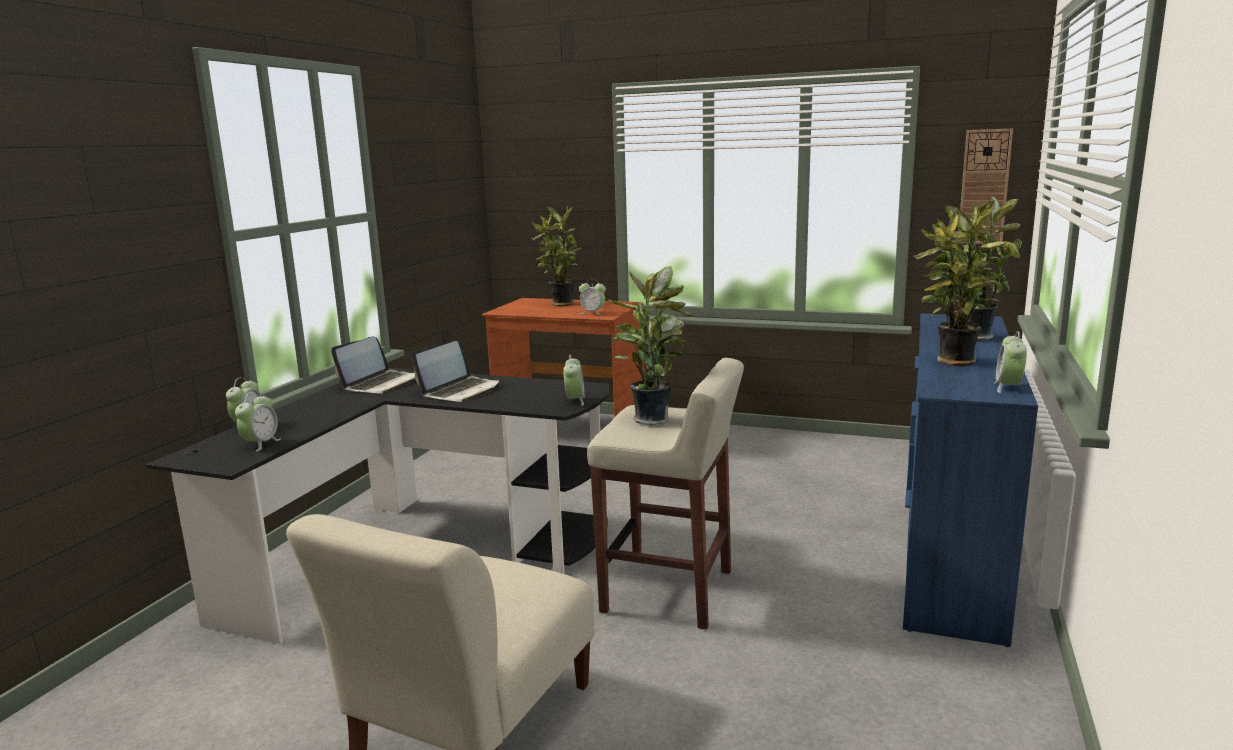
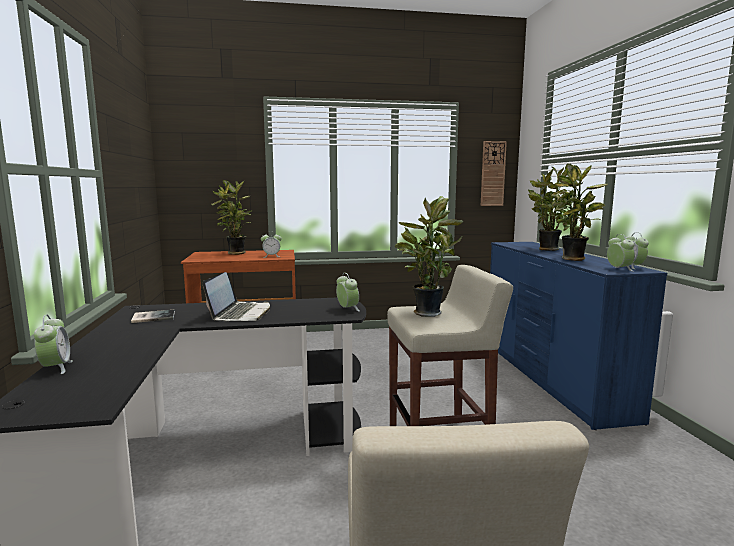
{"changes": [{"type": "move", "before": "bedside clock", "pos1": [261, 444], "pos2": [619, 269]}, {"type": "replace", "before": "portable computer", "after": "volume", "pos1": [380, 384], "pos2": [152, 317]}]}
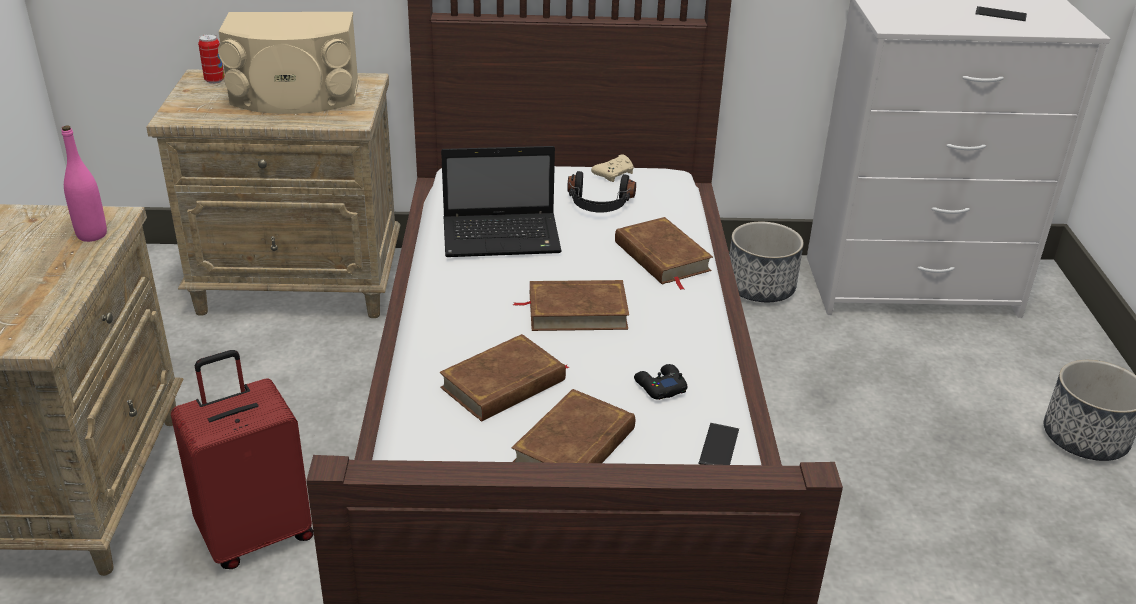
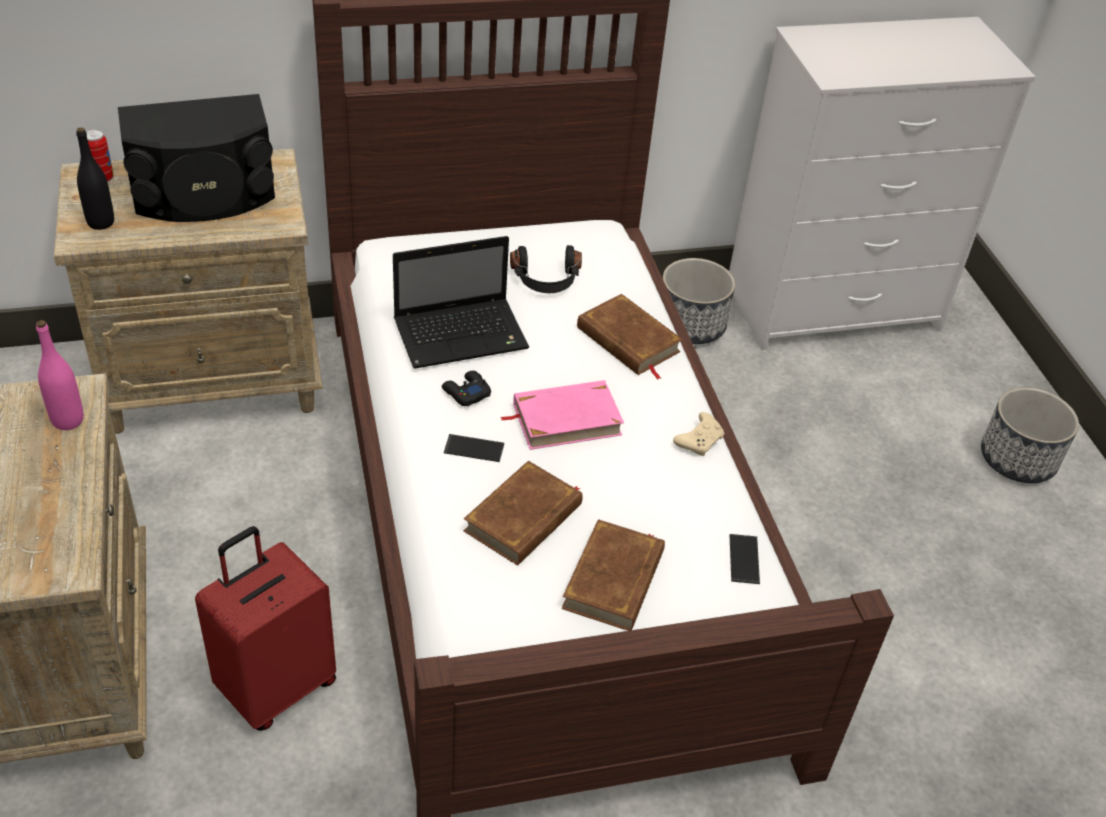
{"changes": [{"type": "insert", "after": "black bottle", "pos2": [101, 222]}, {"type": "move", "before": "beige joypad", "pos1": [614, 174], "pos2": [699, 440]}, {"type": "move", "before": "black joypad", "pos1": [660, 387], "pos2": [466, 392]}, {"type": "move", "before": "handset", "pos1": [1000, 14], "pos2": [474, 448]}, {"type": "recolor", "before": "beige loudspeaker", "after": "black loudspeaker", "pos1": [294, 97], "pos2": [204, 195]}, {"type": "recolor", "before": "brown volume", "after": "pink volume", "pos1": [577, 311], "pos2": [566, 419]}]}
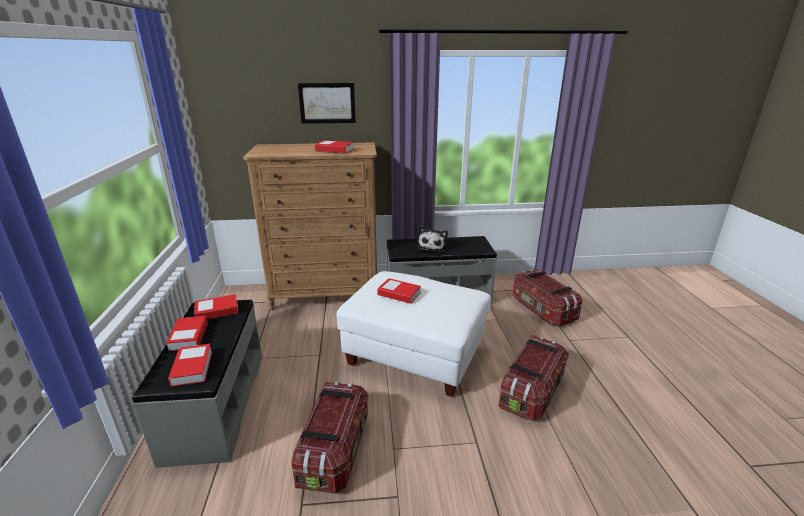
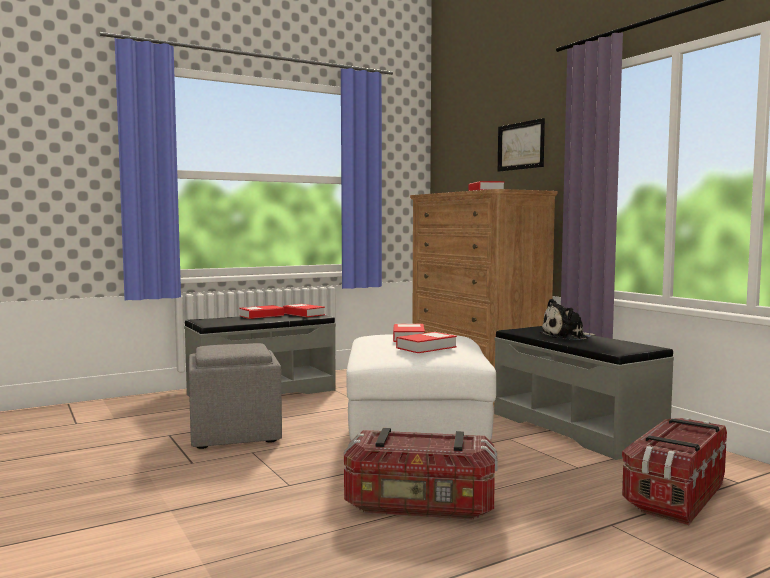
{"changes": [{"type": "move", "before": "volume", "pos1": [192, 368], "pos2": [426, 347]}, {"type": "replace", "before": "storage box", "after": "gray footrest", "pos1": [335, 450], "pos2": [235, 433]}]}
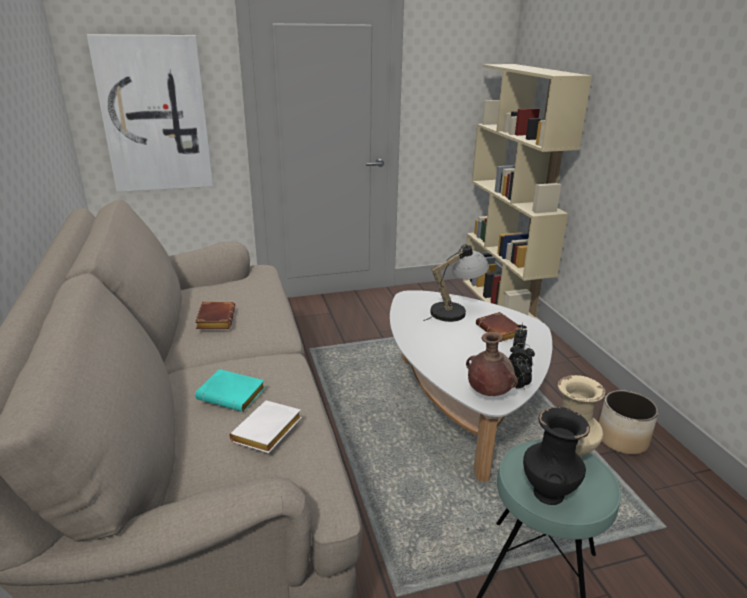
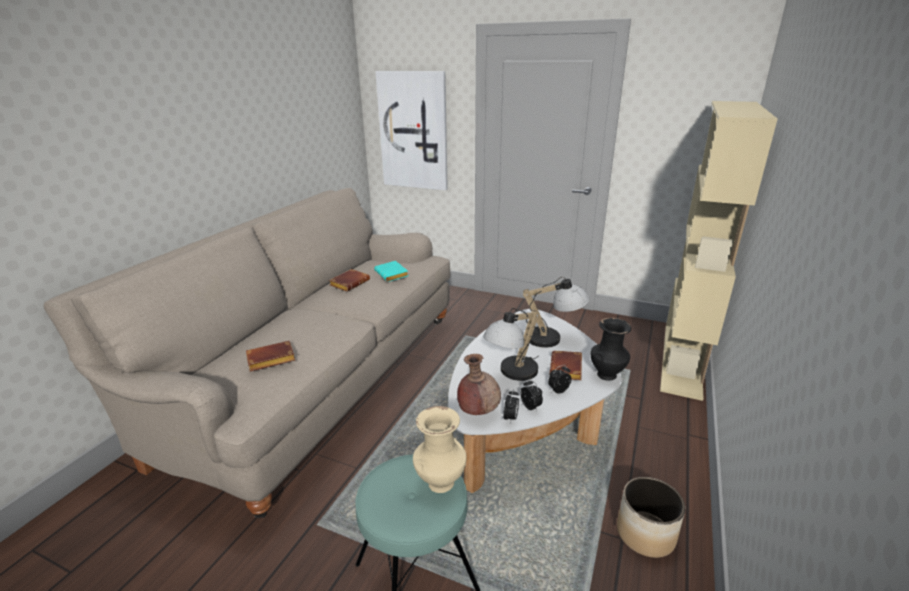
{"changes": [{"type": "insert", "after": "tabletop lamp", "pos2": [512, 374]}, {"type": "move", "before": "blue-green volume", "pos1": [234, 395], "pos2": [393, 274]}, {"type": "move", "before": "black flower vase", "pos1": [548, 492], "pos2": [607, 374]}, {"type": "recolor", "before": "white volume", "after": "brown volume", "pos1": [267, 433], "pos2": [270, 360]}]}
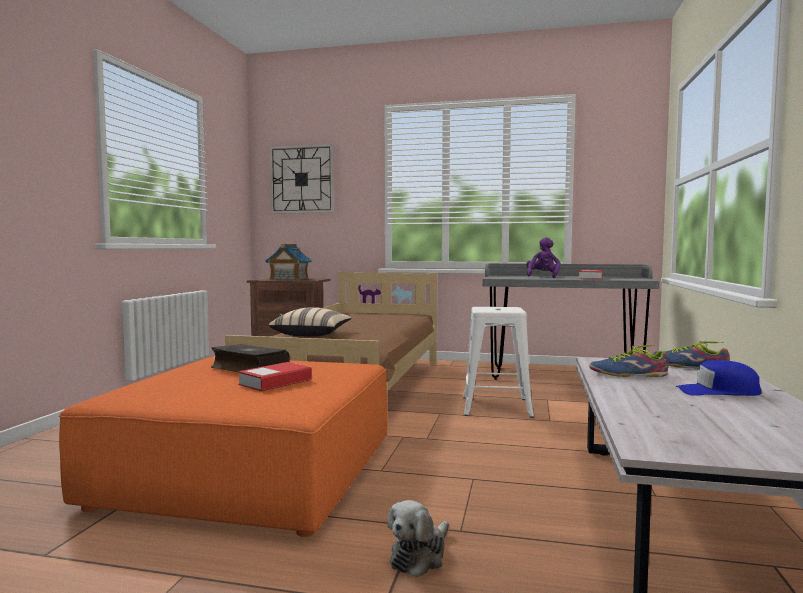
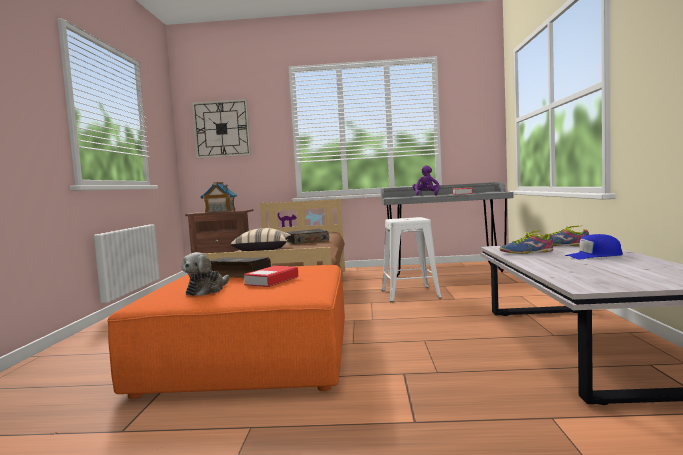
{"changes": [{"type": "insert", "after": "volume", "pos2": [307, 242]}, {"type": "move", "before": "soft toy", "pos1": [420, 556], "pos2": [207, 290]}]}
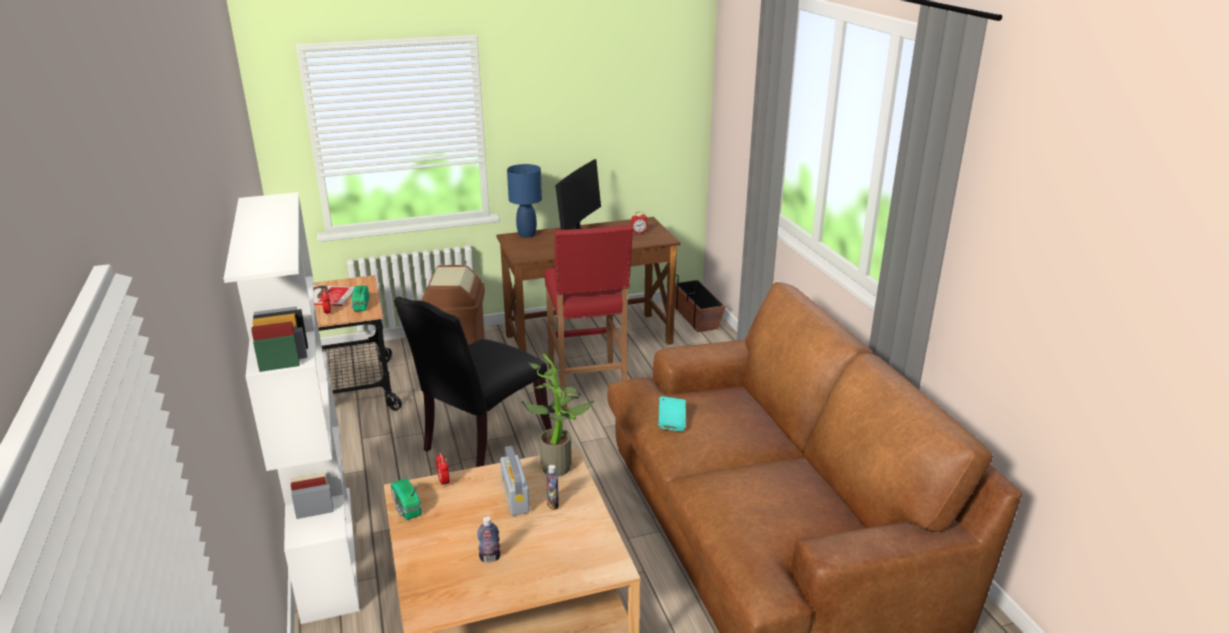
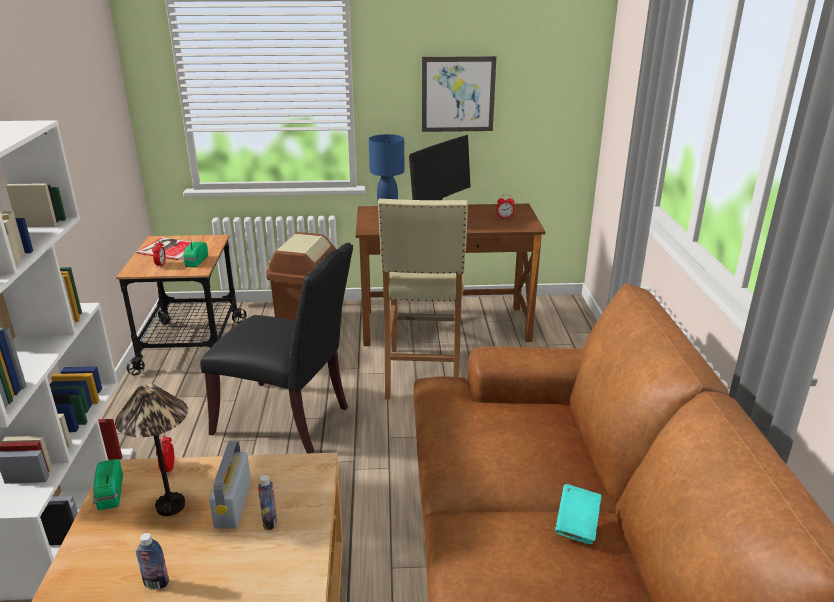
{"changes": [{"type": "delete", "before": "plant in a pot", "pos1": [560, 466]}, {"type": "delete", "before": "planter", "pos1": [696, 317]}, {"type": "insert", "after": "tabletop lamp", "pos2": [171, 505]}, {"type": "insert", "after": "wall picture", "pos2": [458, 94]}, {"type": "move", "before": "blue-green volume", "pos1": [671, 422], "pos2": [577, 524]}, {"type": "recolor", "before": "red-coloured sitting stool", "after": "beige sitting stool", "pos1": [587, 385], "pos2": [423, 375]}, {"type": "rotate", "before": "black chair", "pos1": [482, 441], "pos2": [288, 420], "turn": -120}]}
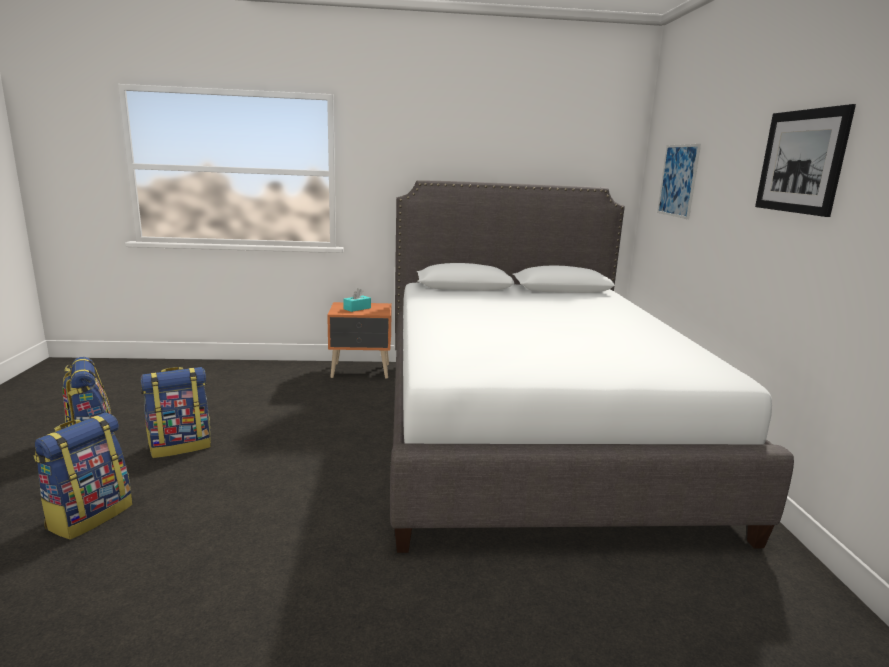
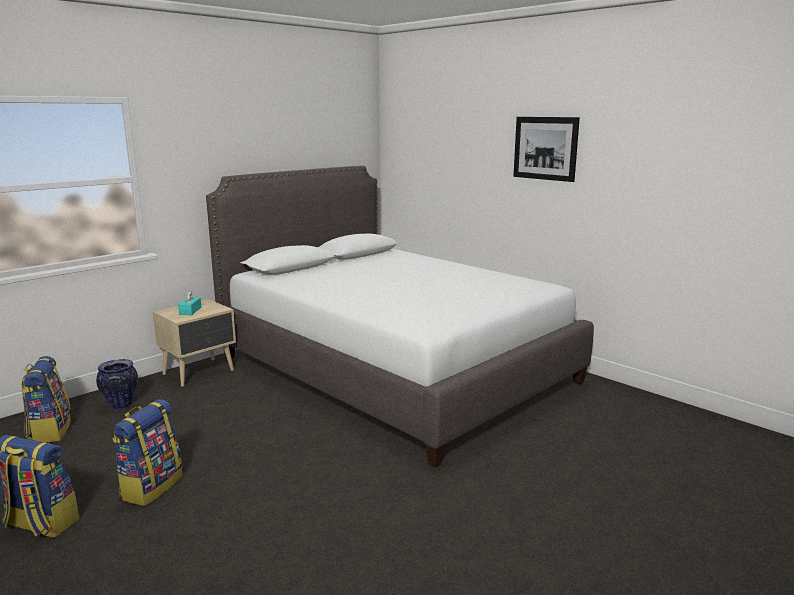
{"changes": [{"type": "delete", "before": "wall picture", "pos1": [678, 180]}, {"type": "insert", "after": "flower vase", "pos2": [121, 405]}, {"type": "move", "before": "rucksack", "pos1": [90, 516], "pos2": [49, 431]}, {"type": "recolor", "before": "orange night table", "after": "beige night table", "pos1": [361, 371], "pos2": [200, 372]}]}
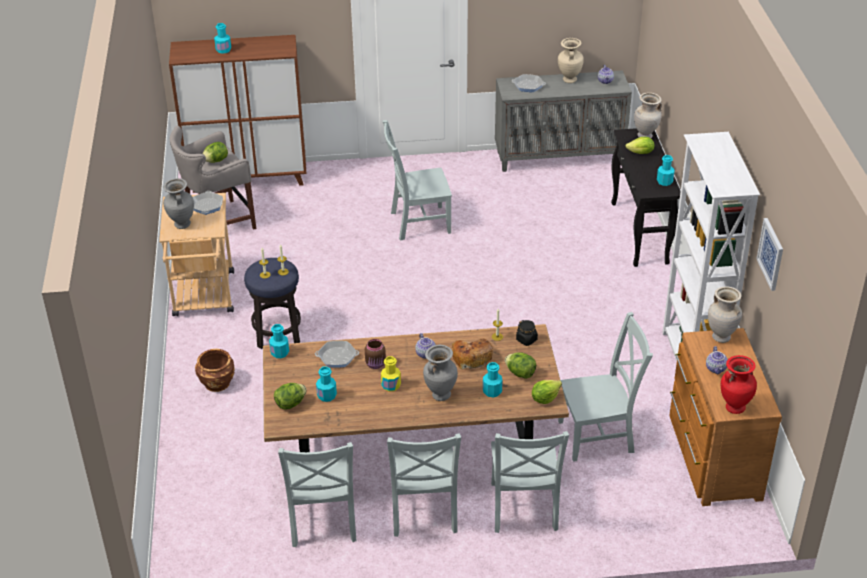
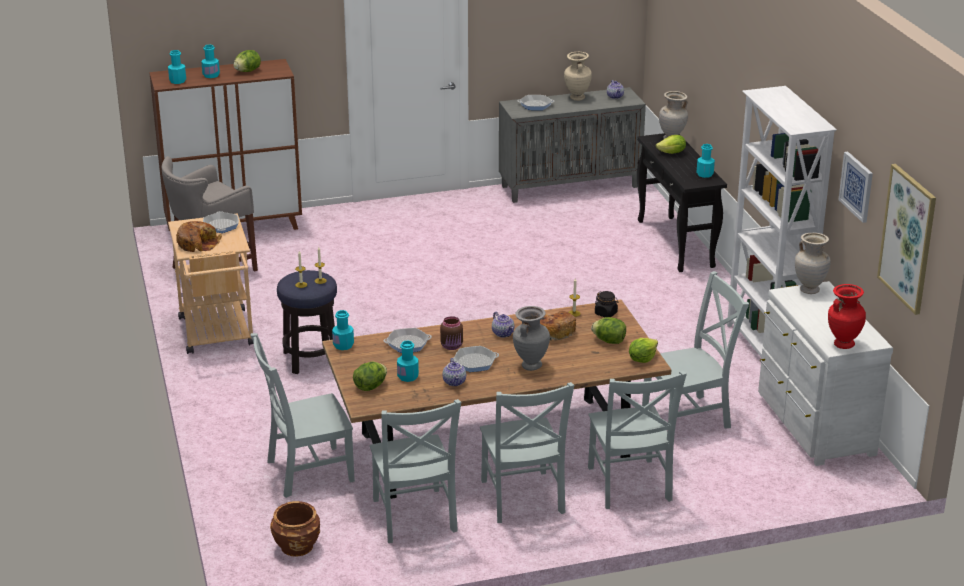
{"changes": [{"type": "insert", "after": "wall picture", "pos2": [908, 238]}, {"type": "move", "before": "brown planter", "pos1": [217, 383], "pos2": [296, 546]}, {"type": "move", "before": "head of lettuce", "pos1": [216, 160], "pos2": [247, 71]}, {"type": "move", "before": "gray chair", "pos1": [417, 223], "pos2": [306, 472]}, {"type": "move", "before": "blue-green bottle", "pos1": [492, 391], "pos2": [177, 81]}, {"type": "move", "before": "pot for tea", "pos1": [716, 368], "pos2": [455, 382]}, {"type": "replace", "before": "gray flower vase", "after": "bread", "pos1": [181, 225], "pos2": [198, 243]}, {"type": "replace", "before": "yellow-coloured bottle", "after": "frying pan", "pos1": [391, 385], "pos2": [474, 362]}, {"type": "recolor", "before": "brown chest of drawers", "after": "white chest of drawers", "pos1": [712, 458], "pos2": [813, 425]}]}
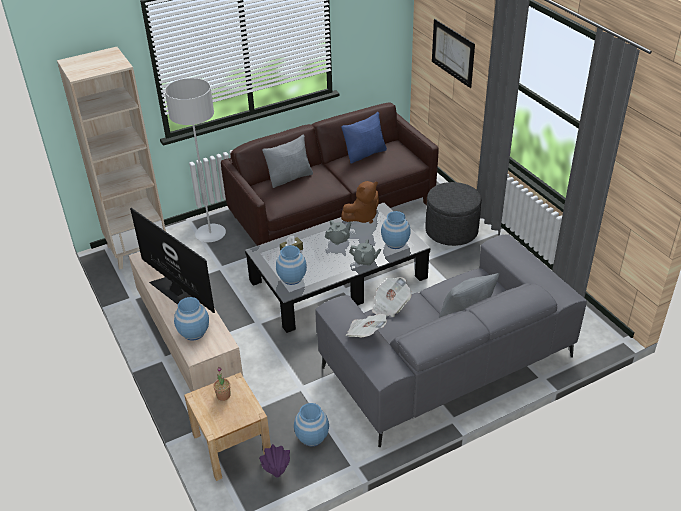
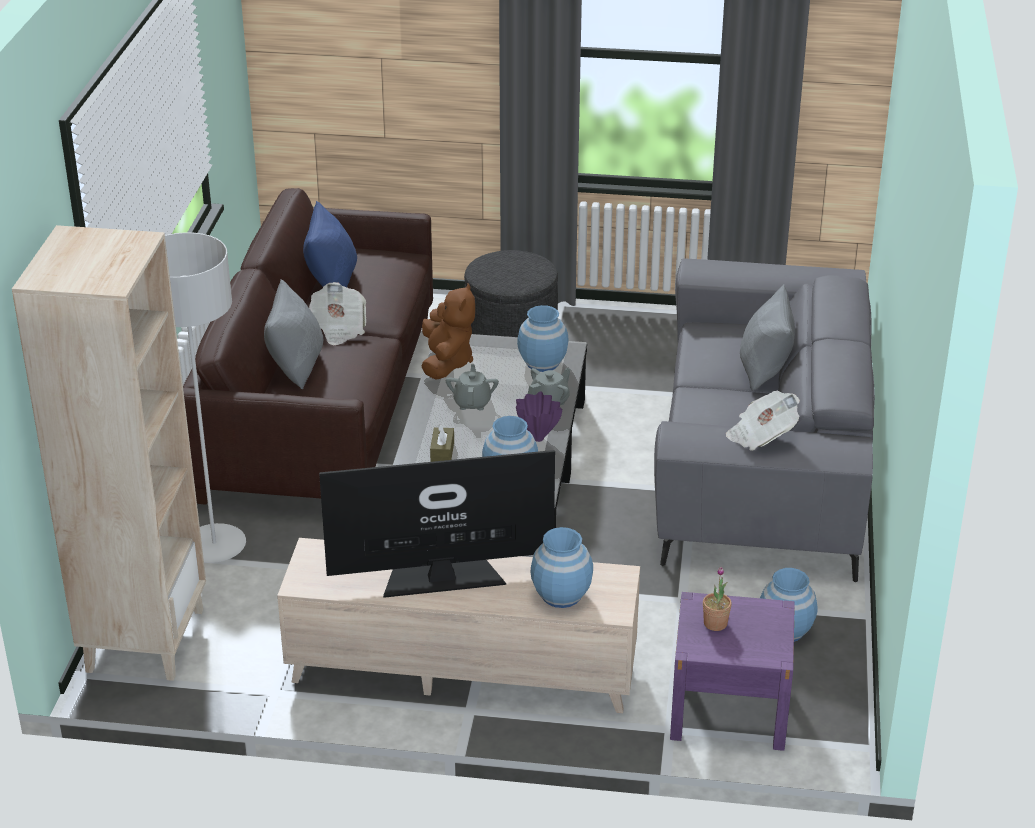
{"changes": [{"type": "delete", "before": "wall picture", "pos1": [452, 52]}, {"type": "move", "before": "purple-coloured flower vase", "pos1": [277, 474], "pos2": [537, 438]}, {"type": "move", "before": "printed paper", "pos1": [390, 305], "pos2": [338, 328]}, {"type": "recolor", "before": "beige night table", "after": "purple-coloured night table", "pos1": [231, 445], "pos2": [729, 709]}]}
